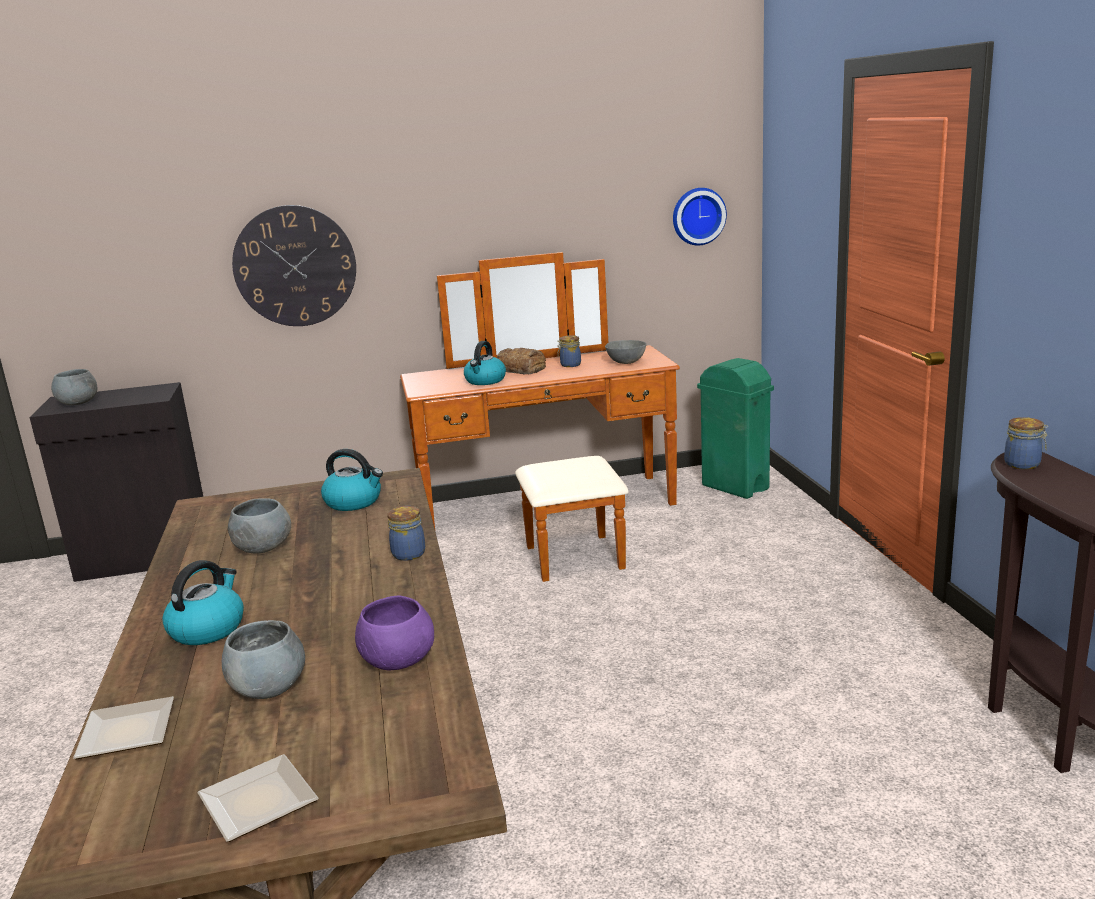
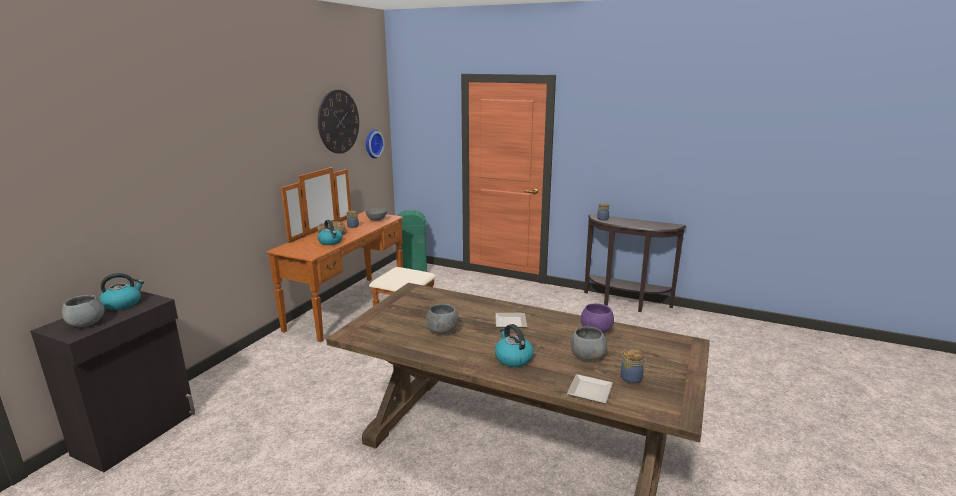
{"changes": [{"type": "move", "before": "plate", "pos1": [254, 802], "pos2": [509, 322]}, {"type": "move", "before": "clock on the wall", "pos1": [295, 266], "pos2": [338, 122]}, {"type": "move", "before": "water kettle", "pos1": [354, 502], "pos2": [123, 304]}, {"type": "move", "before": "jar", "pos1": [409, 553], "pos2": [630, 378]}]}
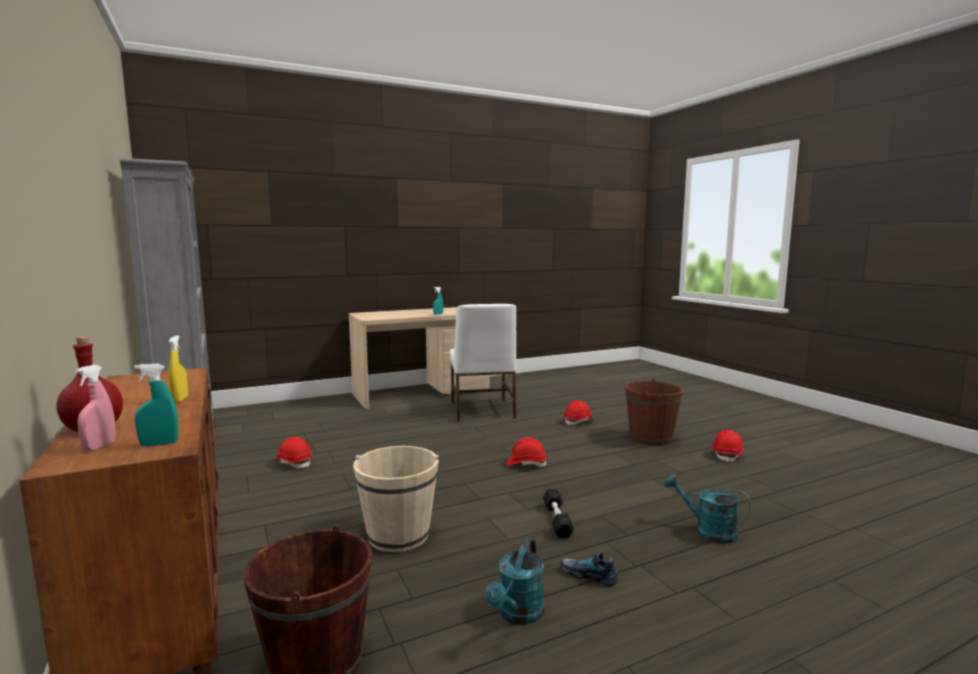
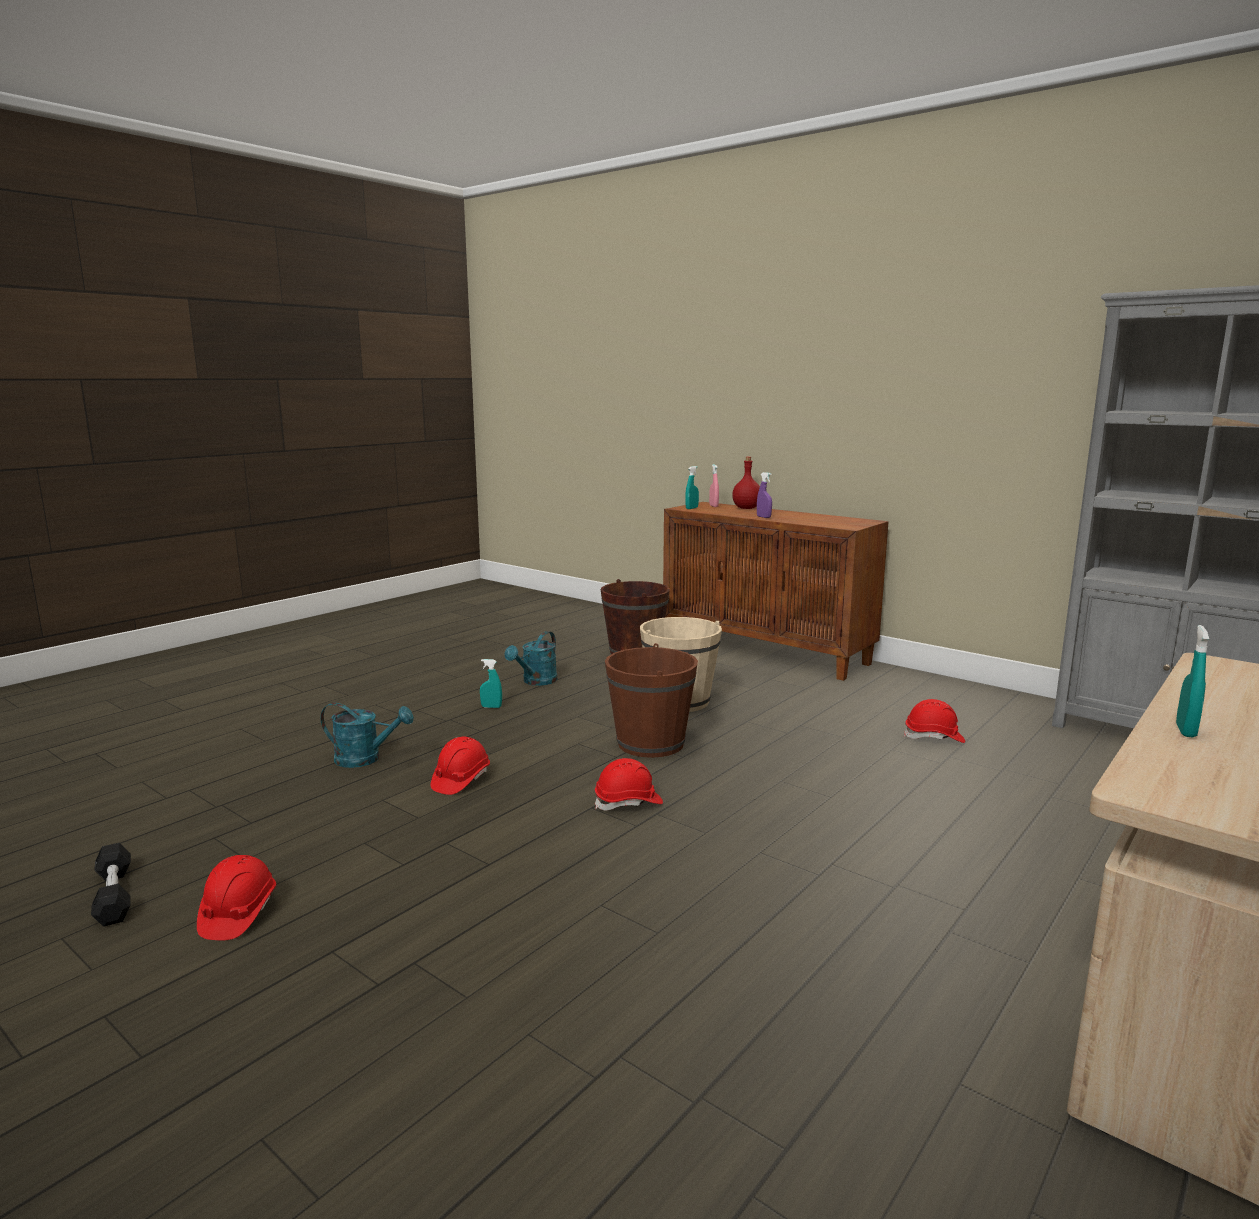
{"changes": [{"type": "delete", "before": "white chair", "pos1": [481, 410]}, {"type": "move", "before": "black dumbbell", "pos1": [557, 520], "pos2": [114, 895]}, {"type": "move", "before": "red-coloured work helmet", "pos1": [579, 421], "pos2": [461, 780]}, {"type": "move", "before": "brown pail", "pos1": [651, 438], "pos2": [650, 743]}, {"type": "replace", "before": "low shoe", "after": "blue-green spray bottle", "pos1": [589, 575], "pos2": [491, 707]}, {"type": "recolor", "before": "yellow-coloured spray bottle", "after": "purple-coloured spray bottle", "pos1": [180, 400], "pos2": [763, 517]}, {"type": "rotate", "before": "blue-green watering can", "pos1": [517, 615], "pos2": [536, 682], "turn": -150}]}
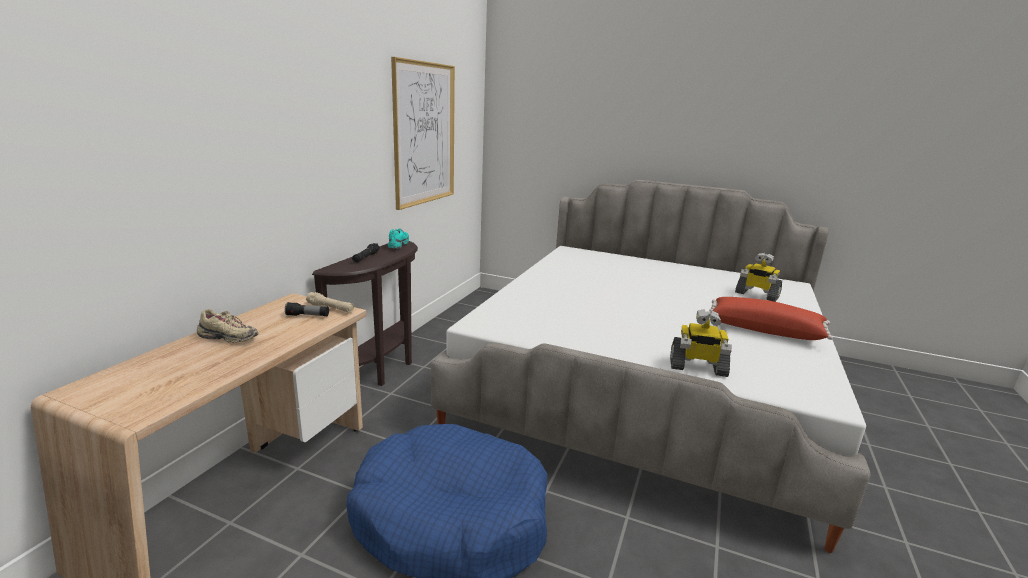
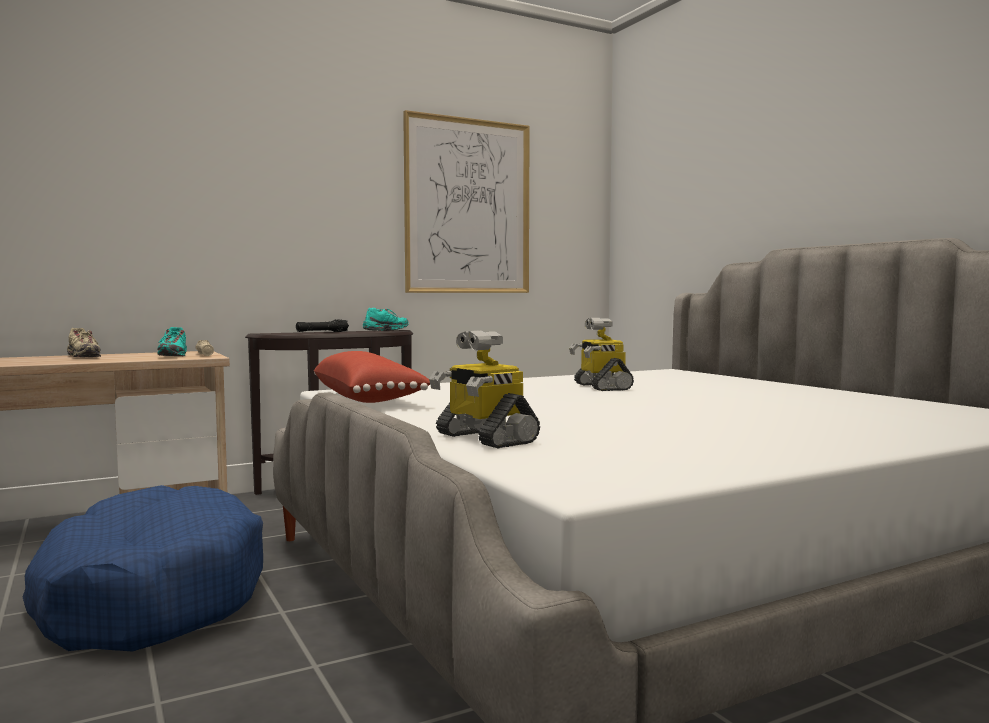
{"changes": [{"type": "move", "before": "red-coloured cushion", "pos1": [764, 330], "pos2": [368, 399]}, {"type": "move", "before": "model robot", "pos1": [756, 295], "pos2": [601, 387]}, {"type": "replace", "before": "flashlight", "after": "blue-green low shoe", "pos1": [308, 316], "pos2": [173, 356]}]}
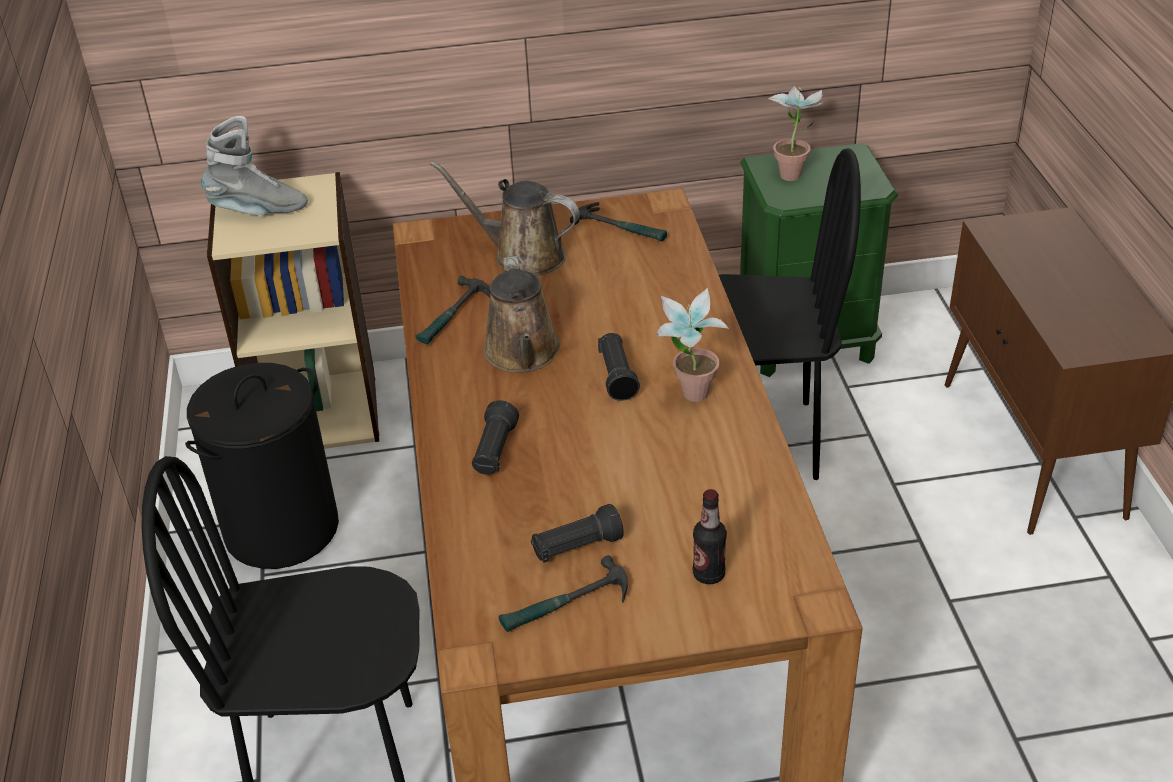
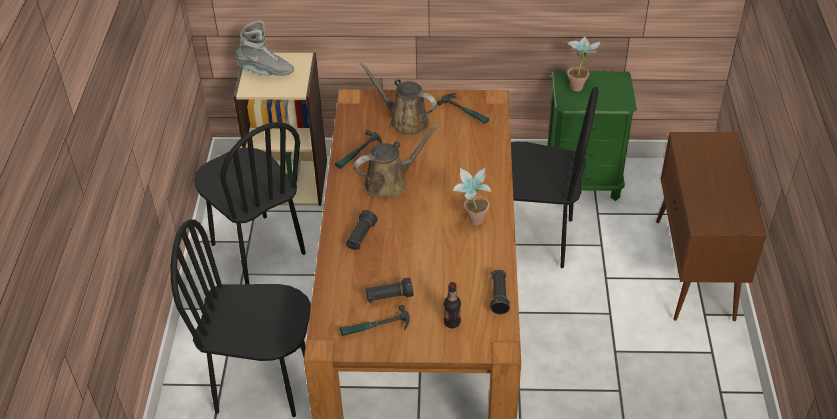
{"changes": [{"type": "move", "before": "black flashlight", "pos1": [617, 376], "pos2": [499, 297]}, {"type": "replace", "before": "black laundry basket", "after": "black chair", "pos1": [281, 529], "pos2": [257, 249]}, {"type": "rotate", "before": "brown watering can", "pos1": [523, 354], "pos2": [390, 182], "turn": -120}]}
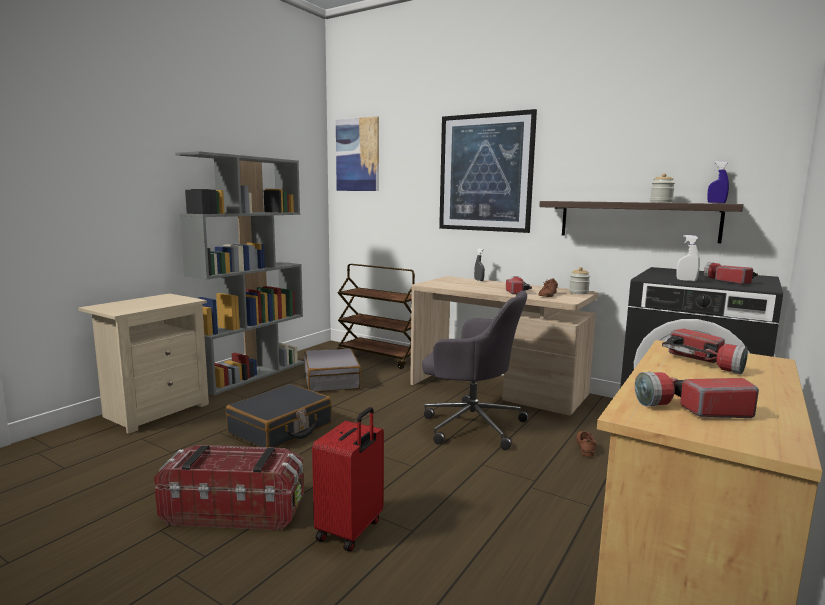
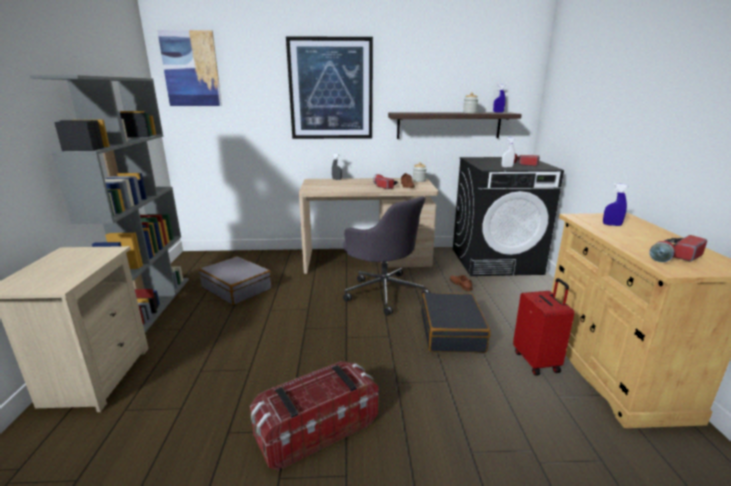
{"changes": [{"type": "delete", "before": "brown cart", "pos1": [379, 357]}, {"type": "move", "before": "black piece of luggage", "pos1": [281, 429], "pos2": [452, 332]}, {"type": "move", "before": "red-coloured piece of luggage", "pos1": [351, 530], "pos2": [537, 361]}, {"type": "replace", "before": "flashlight", "after": "bluish spray bottle", "pos1": [705, 363], "pos2": [611, 225]}, {"type": "rotate", "before": "gray desk chair", "pos1": [470, 424], "pos2": [383, 292], "turn": 60}]}
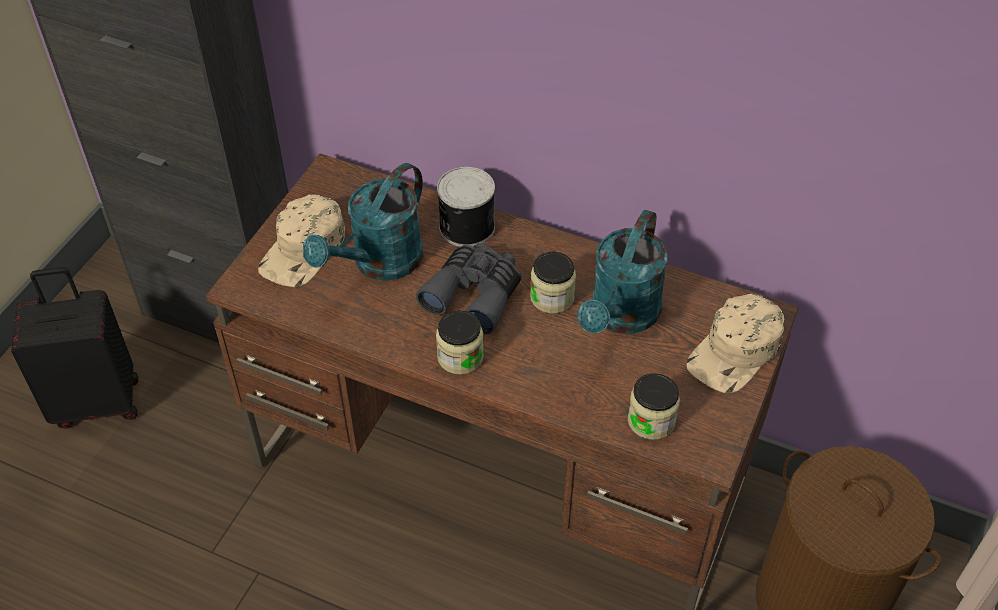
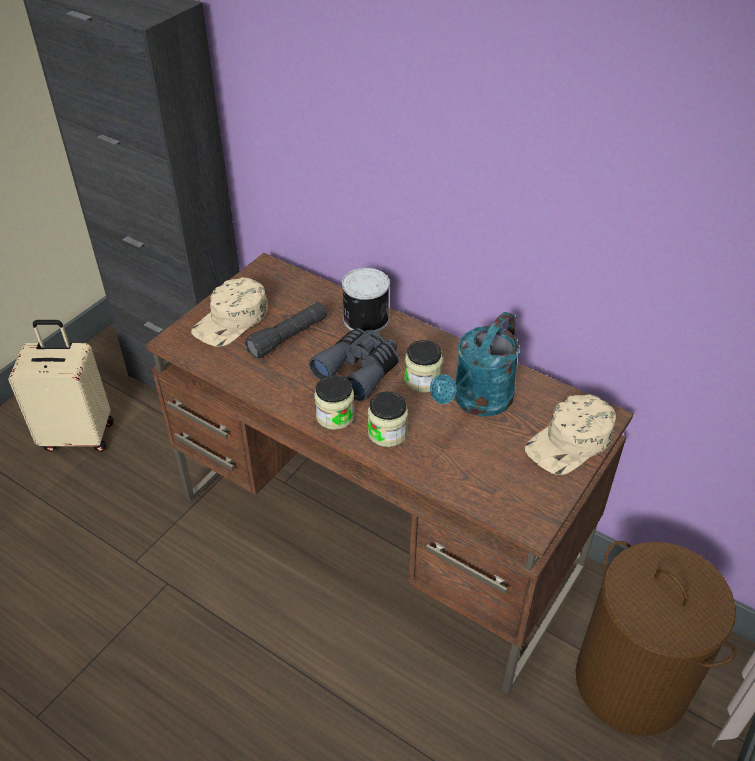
{"changes": [{"type": "move", "before": "jar", "pos1": [651, 420], "pos2": [387, 433]}, {"type": "replace", "before": "blue-green watering can", "after": "black flashlight", "pos1": [379, 264], "pos2": [288, 337]}, {"type": "recolor", "before": "black piece of luggage", "after": "beige piece of luggage", "pos1": [97, 401], "pos2": [78, 434]}]}
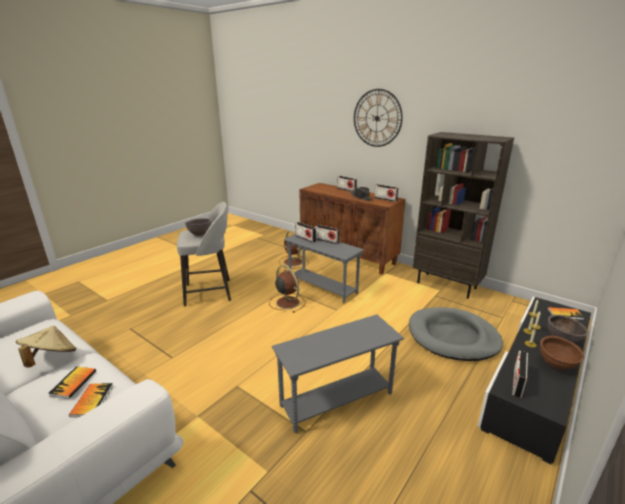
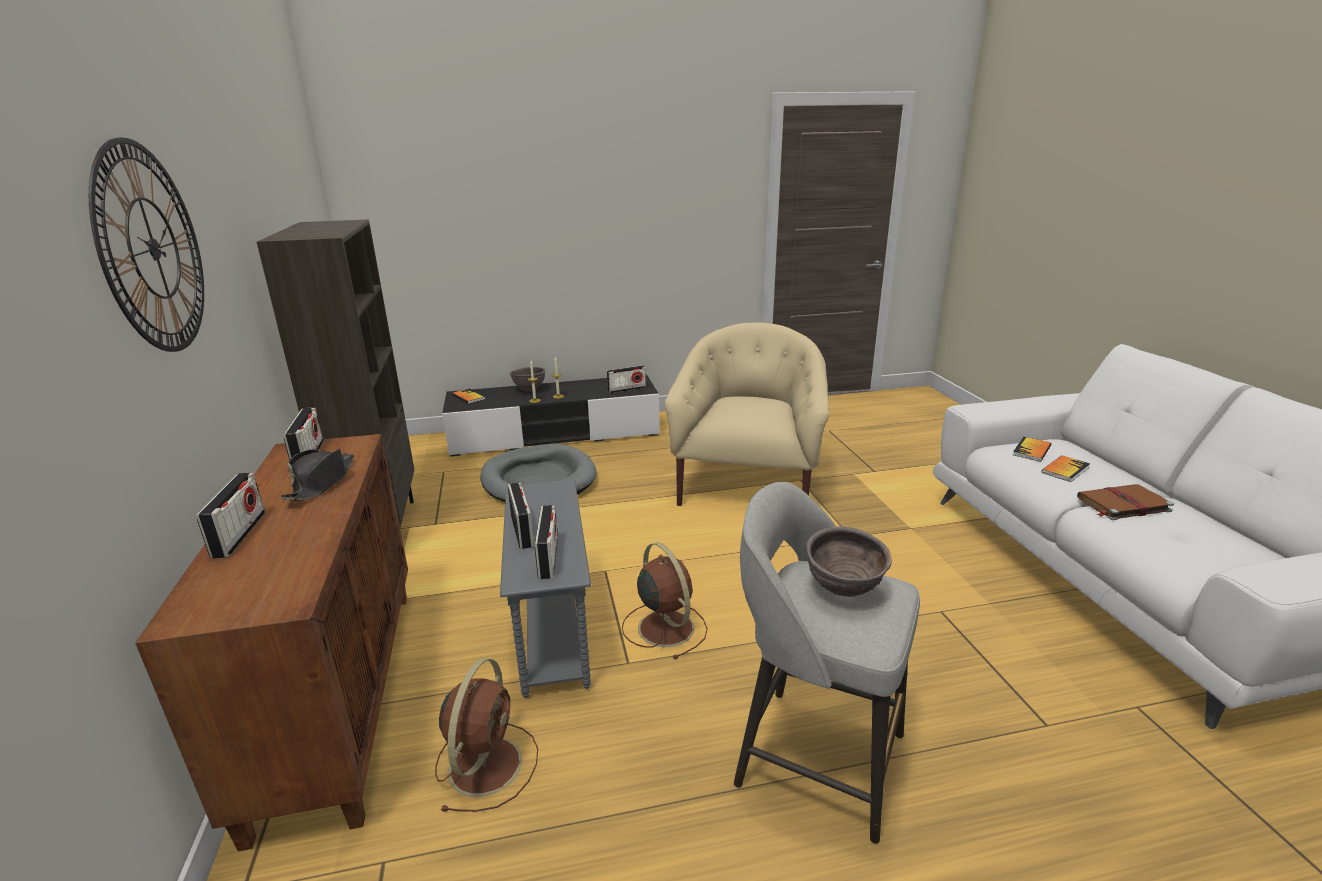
{"changes": [{"type": "delete", "before": "brown deep dish", "pos1": [556, 365]}, {"type": "replace", "before": "beige hat", "after": "brown volume", "pos1": [51, 358], "pos2": [1122, 504]}, {"type": "replace", "before": "gray accent table", "after": "beige lounge chair", "pos1": [337, 400], "pos2": [747, 485]}, {"type": "rotate", "before": "brown electric fan", "pos1": [287, 302], "pos2": [664, 627], "turn": 150}]}
